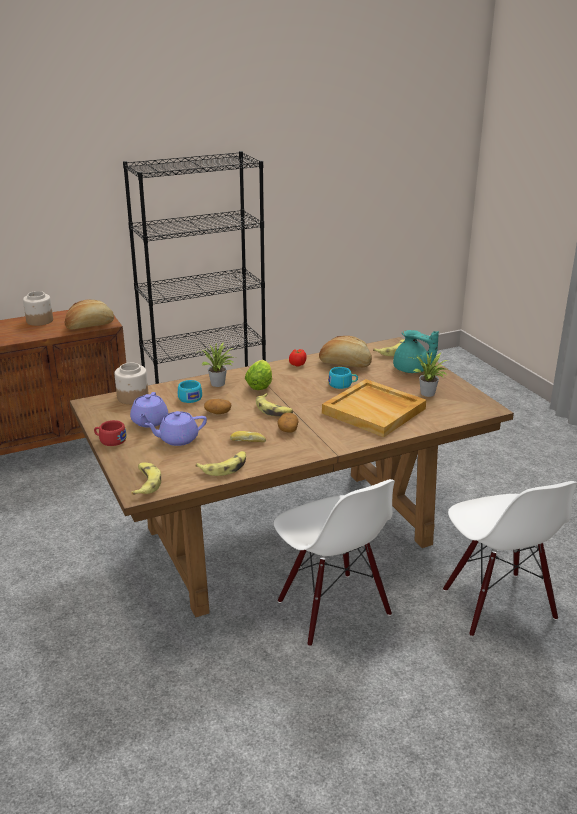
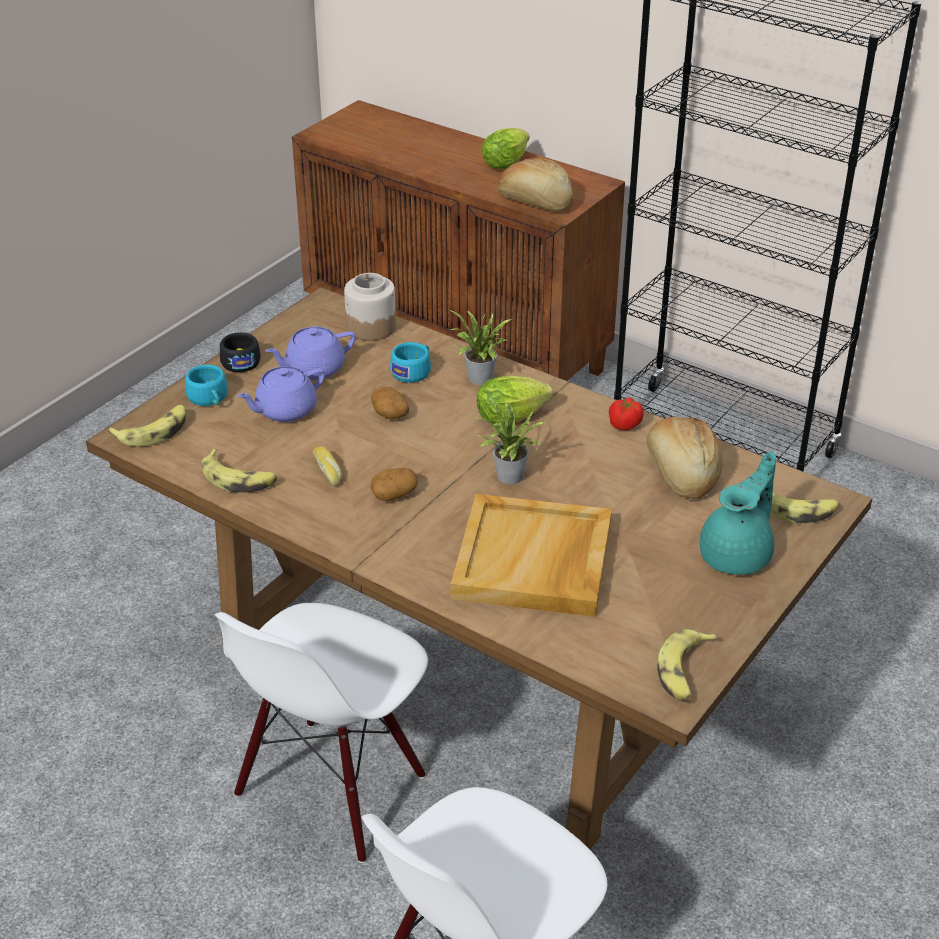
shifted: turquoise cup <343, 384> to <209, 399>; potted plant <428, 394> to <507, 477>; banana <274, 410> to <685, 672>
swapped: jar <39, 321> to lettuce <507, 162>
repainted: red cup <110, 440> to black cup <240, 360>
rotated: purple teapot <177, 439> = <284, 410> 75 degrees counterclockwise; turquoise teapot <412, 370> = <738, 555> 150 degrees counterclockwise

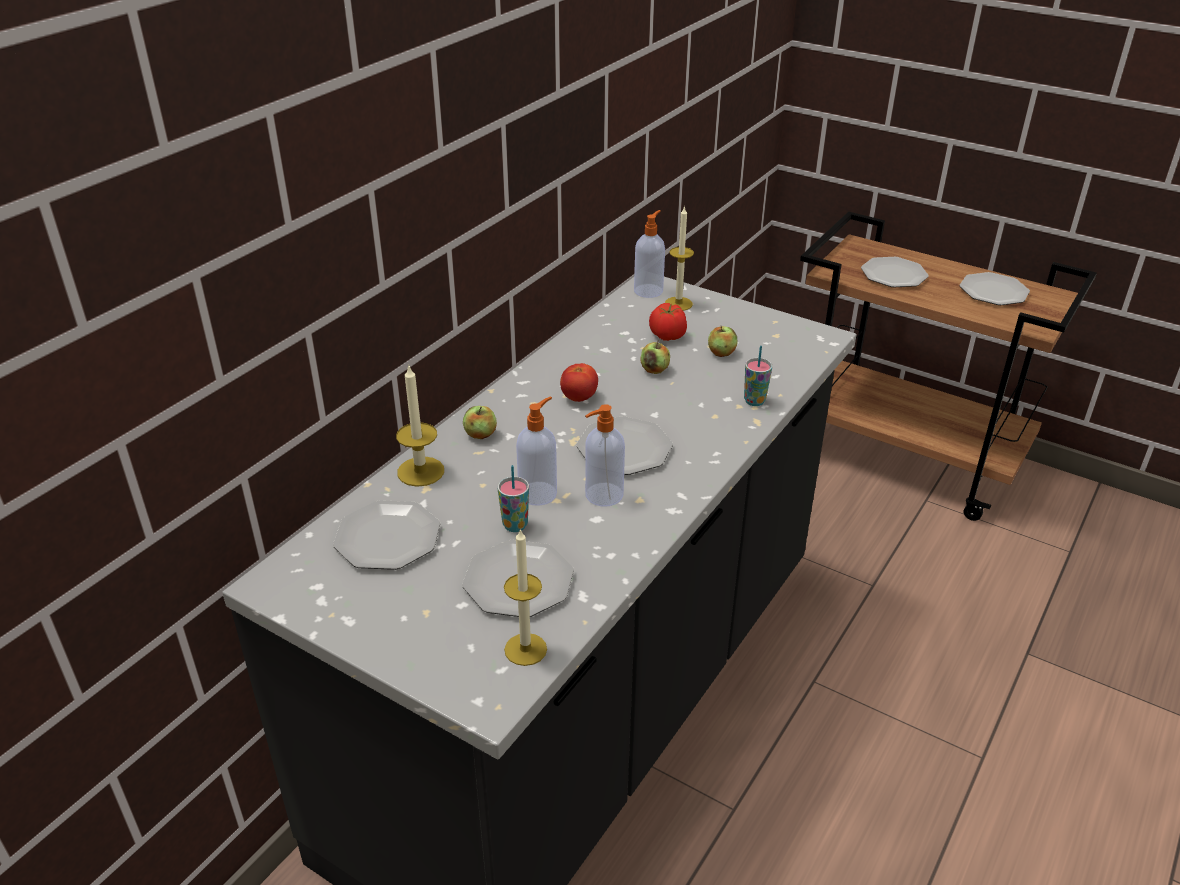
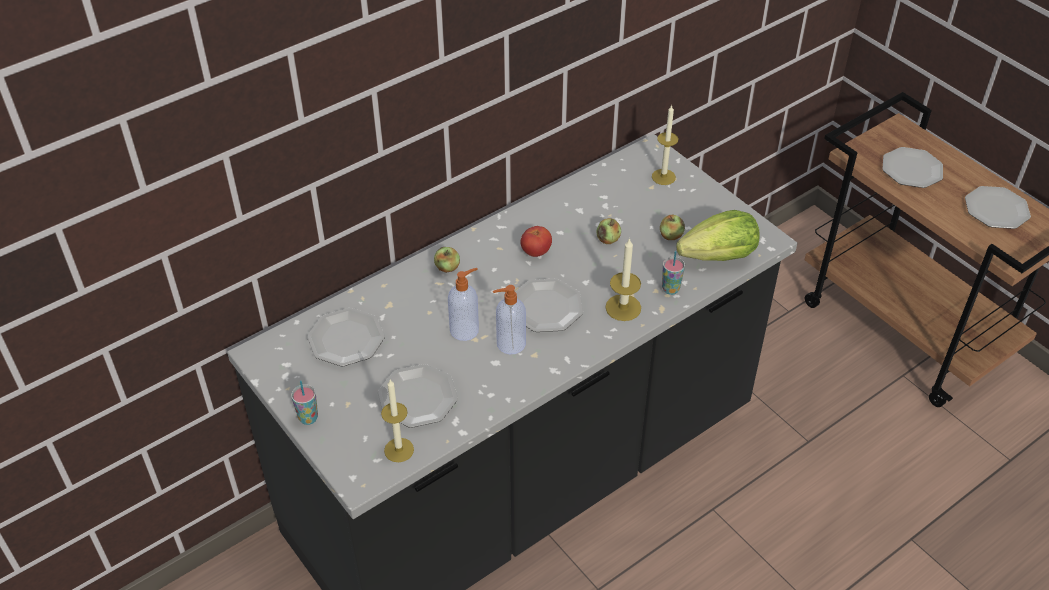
gone: soap dispenser <649, 290>; tomato <667, 336>
new: lettuce <719, 256>
shifted: cup <515, 525> to <308, 418>; candle <420, 471> to <623, 307>

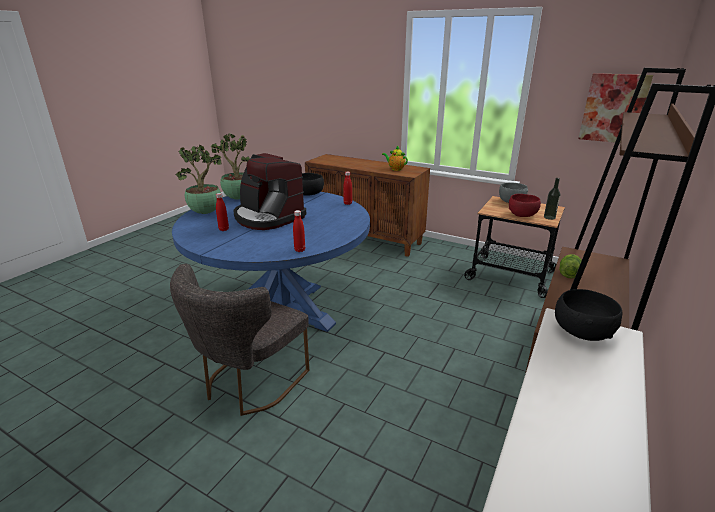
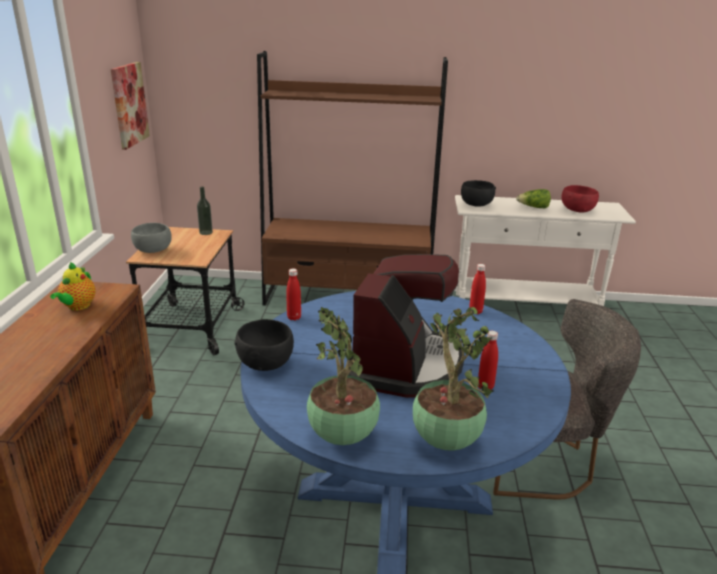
shifted: lettuce <568, 273> to <533, 207>; red bowl <522, 215> to <577, 210>

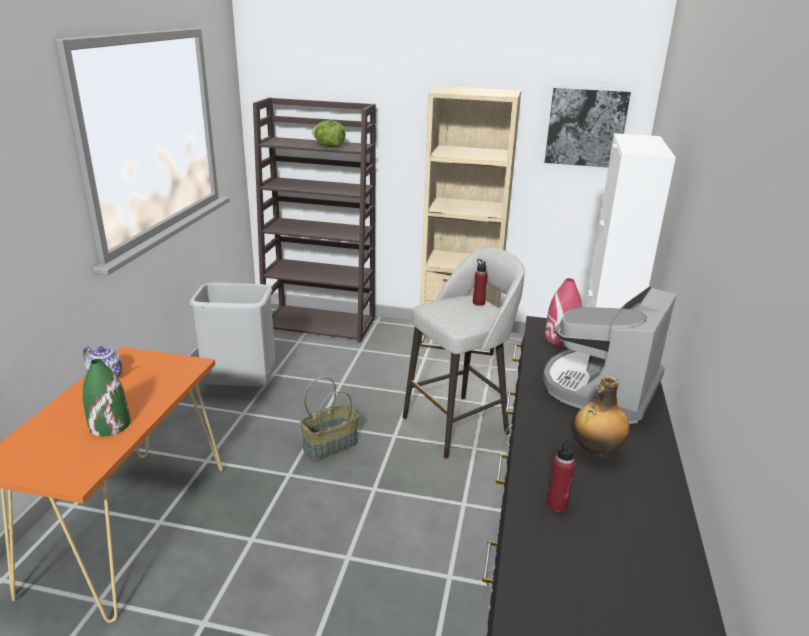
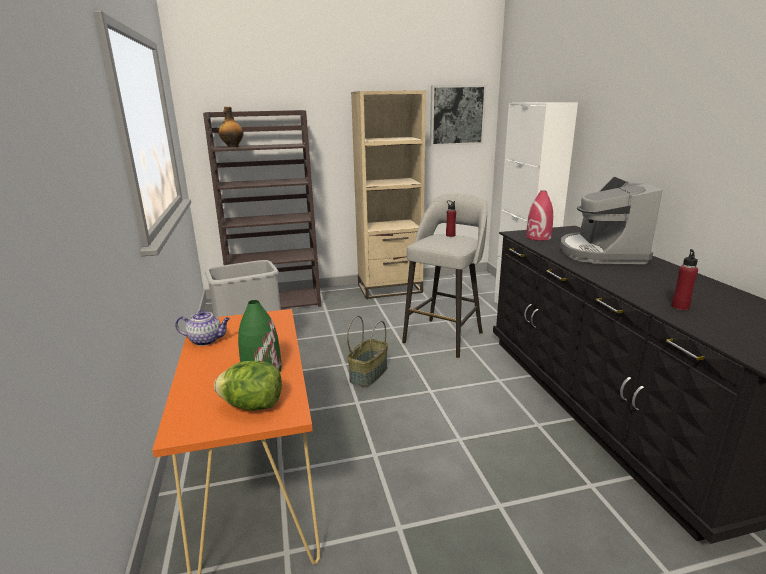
shifted: lettuce <329, 146> to <252, 406>; bottle <596, 450> to <232, 146>

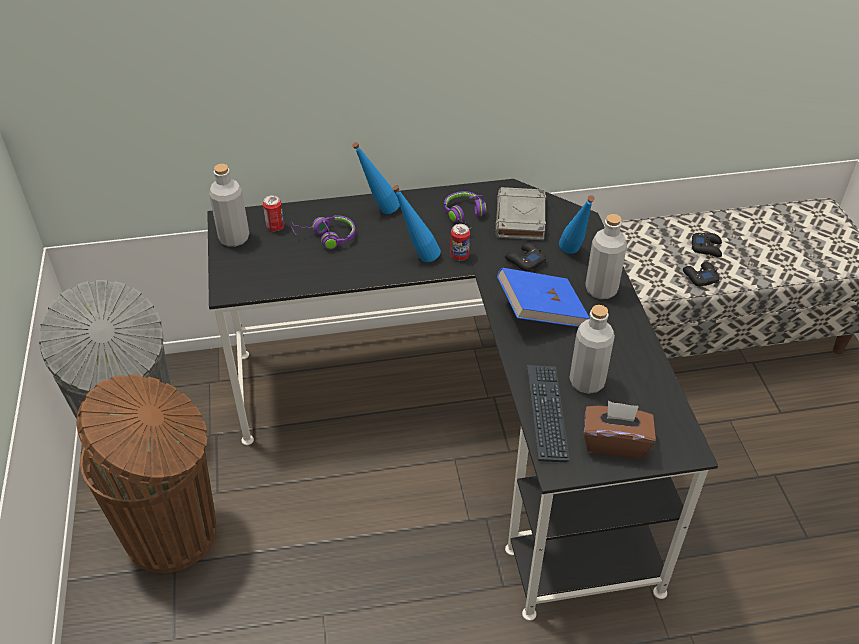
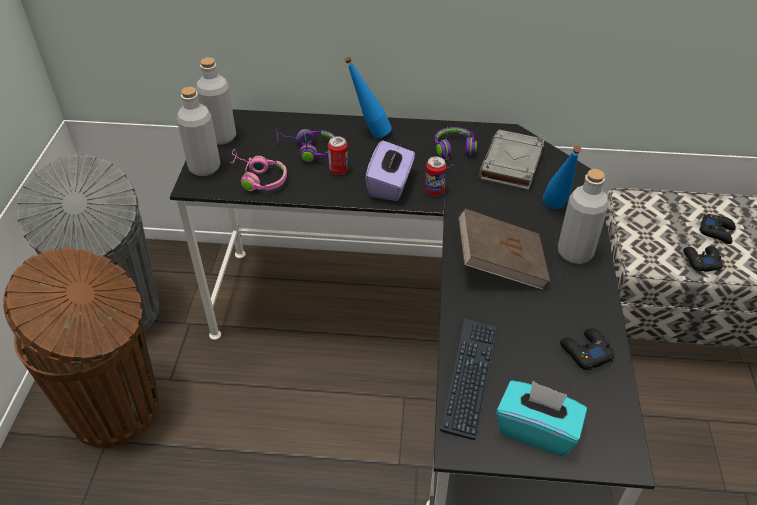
new: pink headphones <258, 178>
shifted: grey bottle <587, 382> to <204, 167>; can <275, 227> to <338, 170>; black game controller <525, 260> to <585, 352>
swapped: blue bottle <417, 257> to purple tissue box <390, 185>
repainted: blue book <540, 312> to brown book <500, 265>; brown tissue box <615, 442> to turquoise tissue box <537, 429>

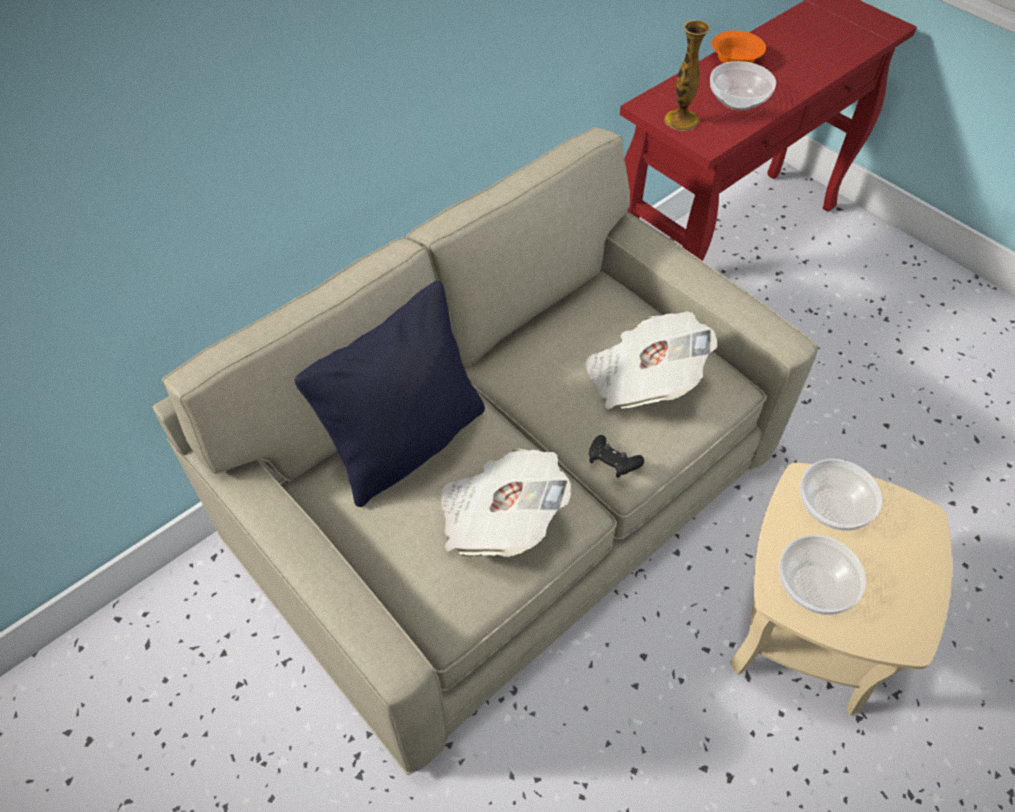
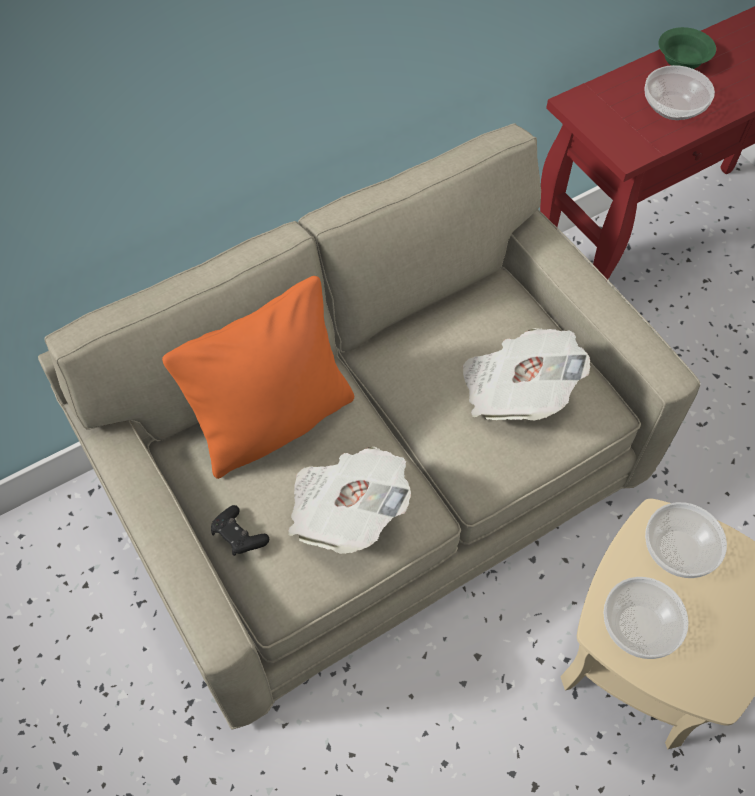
gone: vase <681, 120>
shifted: black game controller <612, 463> to <239, 536>
repainted: black pillow <408, 443> to orange pillow <274, 421>; orange bowl <734, 58> to green bowl <682, 58>

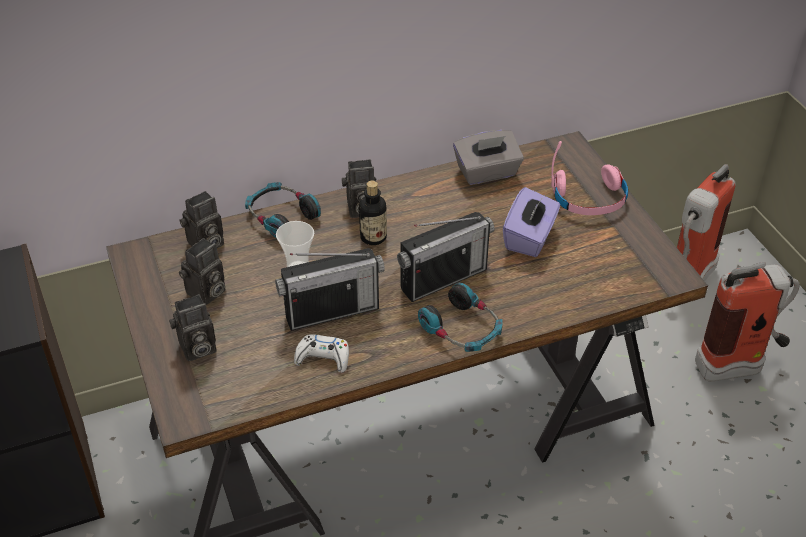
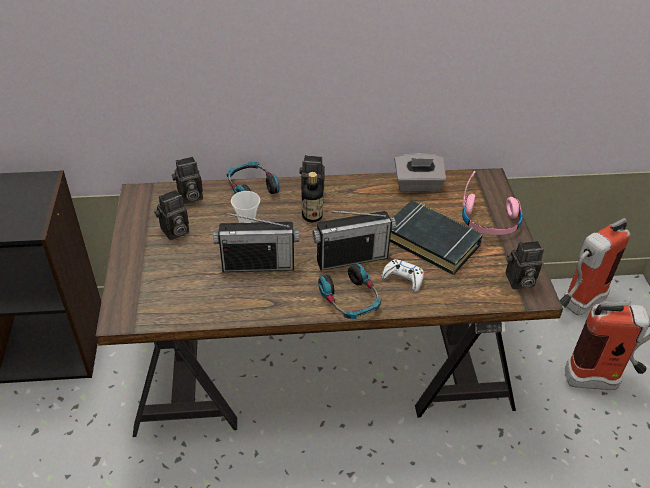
shifted: white game controller <323, 358> to <403, 278>; photo camera <196, 349> to <518, 281>
swapped: purple tissue box <530, 238> to black book <431, 241>

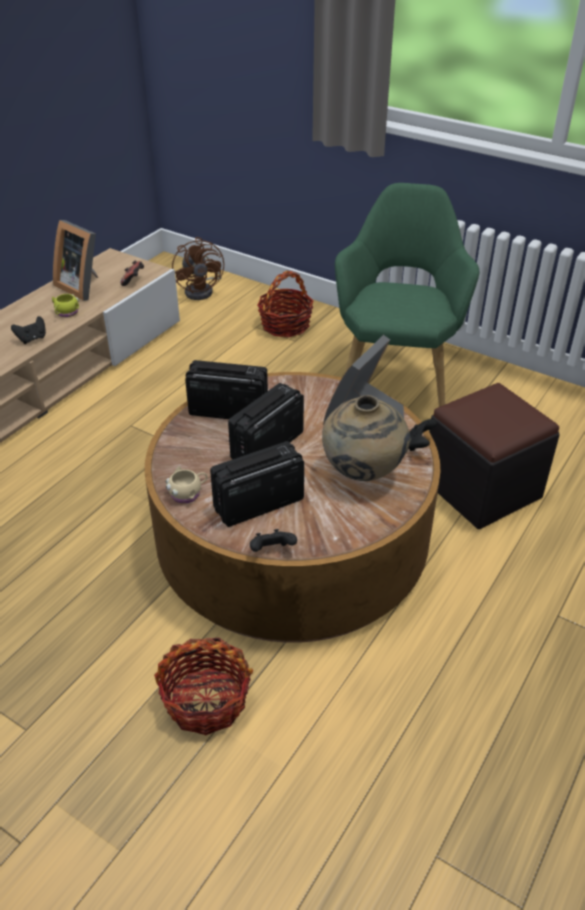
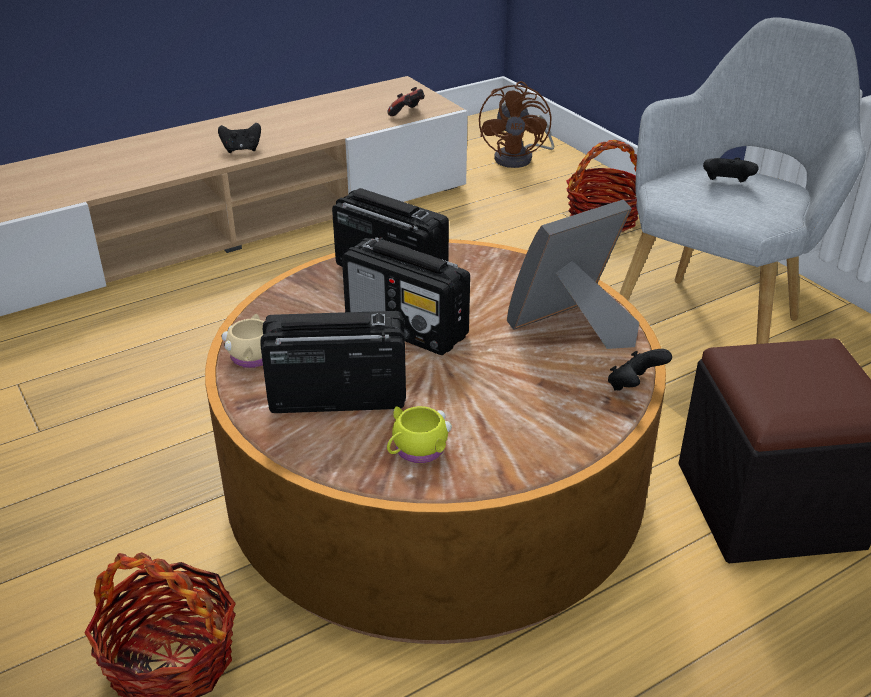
gone: picture frame <82, 286>; beige vase <363, 474>
shifted: yellow mug <66, 313> to <416, 451>; black game controller <272, 551> to <726, 184>
repainted: green armchair <394, 385> to grey armchair <714, 327>
rotated: radio <266, 446> = <407, 328> 120 degrees counterclockwise

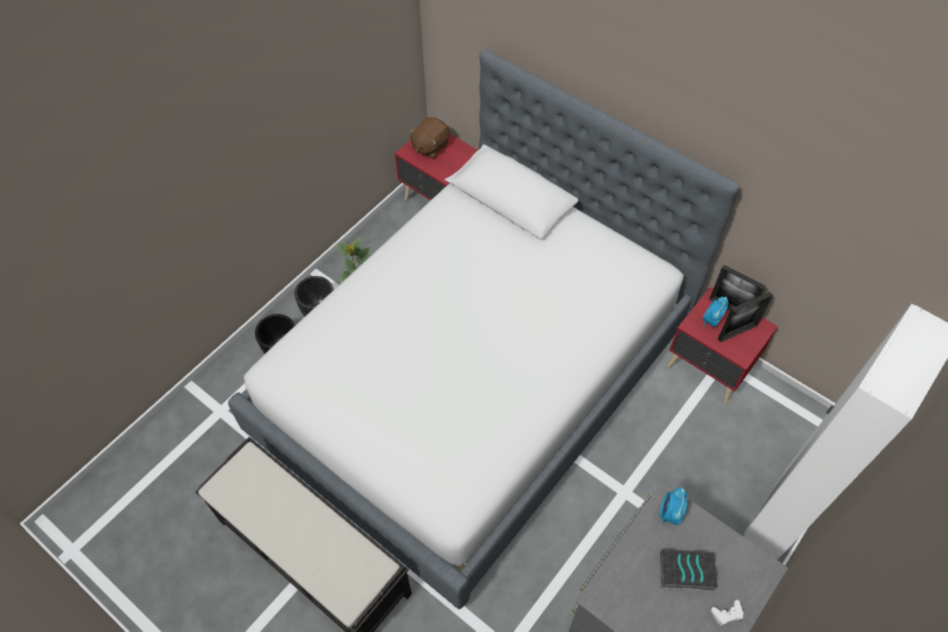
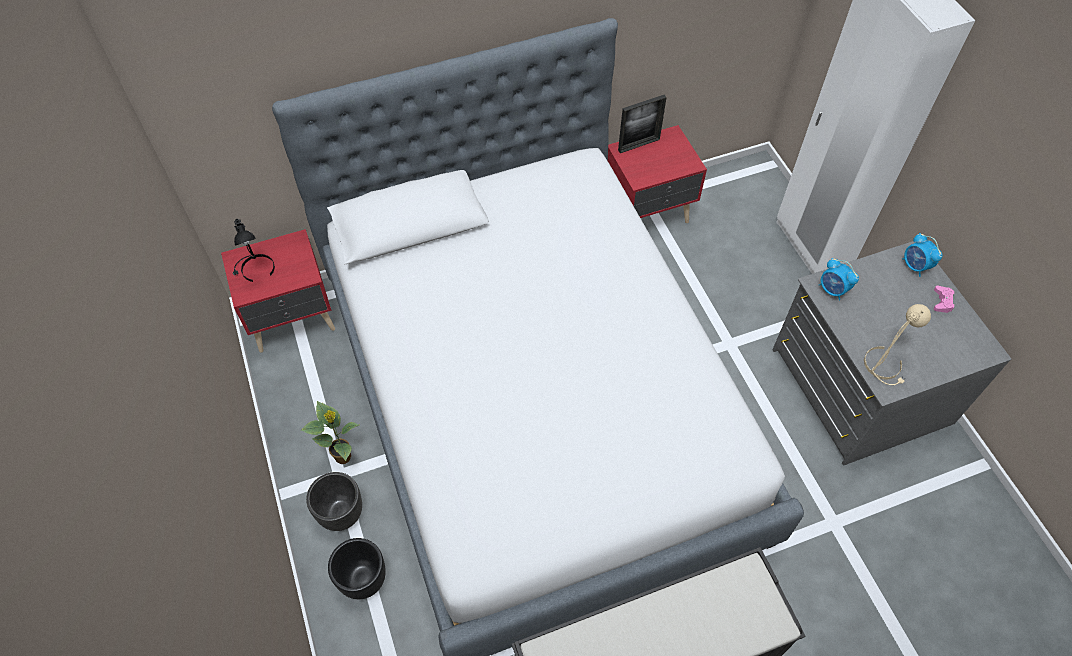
gone: book <686, 572>; picture frame <737, 332>
new: beige table lamp <884, 365>
shifted: alarm clock <711, 320> to <915, 266>
swapped: brown plush toy <430, 147> to black table lamp <255, 270>
repainted: white game controller <727, 614> to pink game controller <942, 301>

